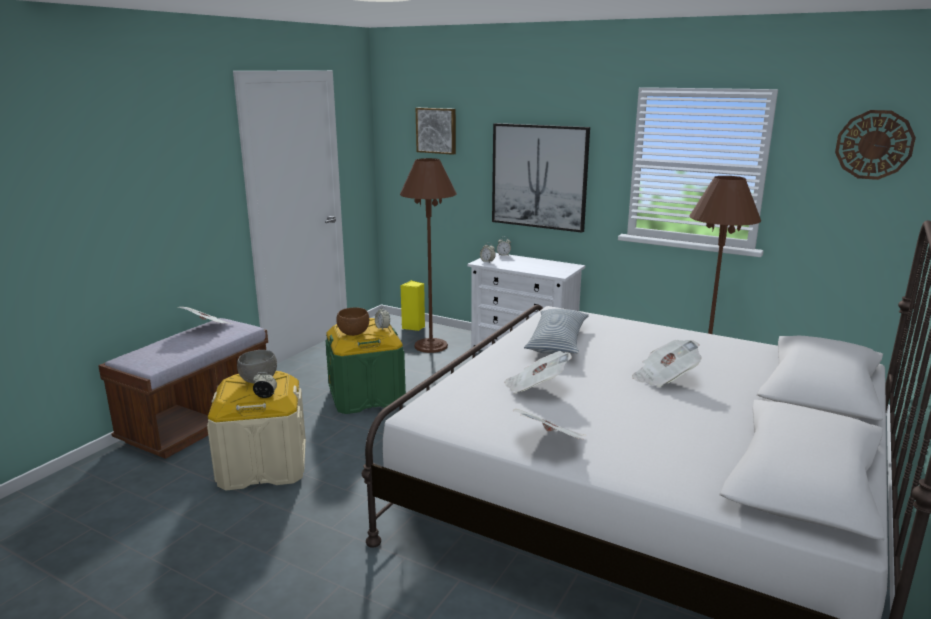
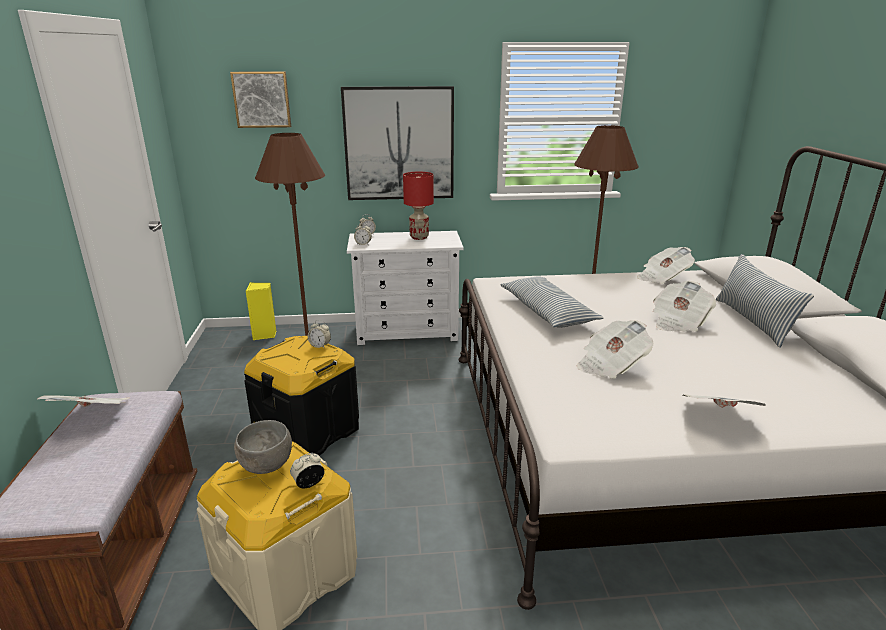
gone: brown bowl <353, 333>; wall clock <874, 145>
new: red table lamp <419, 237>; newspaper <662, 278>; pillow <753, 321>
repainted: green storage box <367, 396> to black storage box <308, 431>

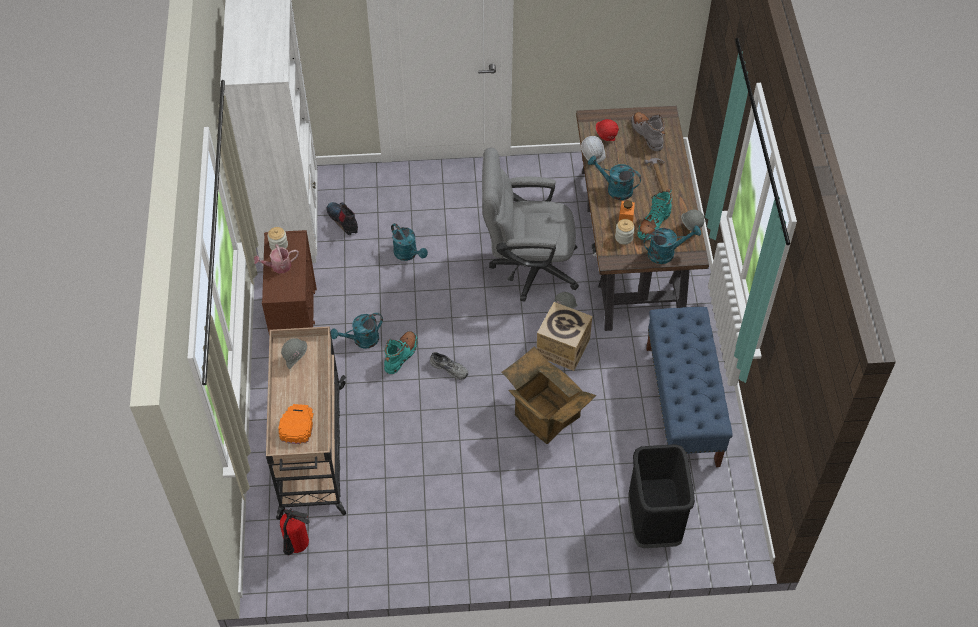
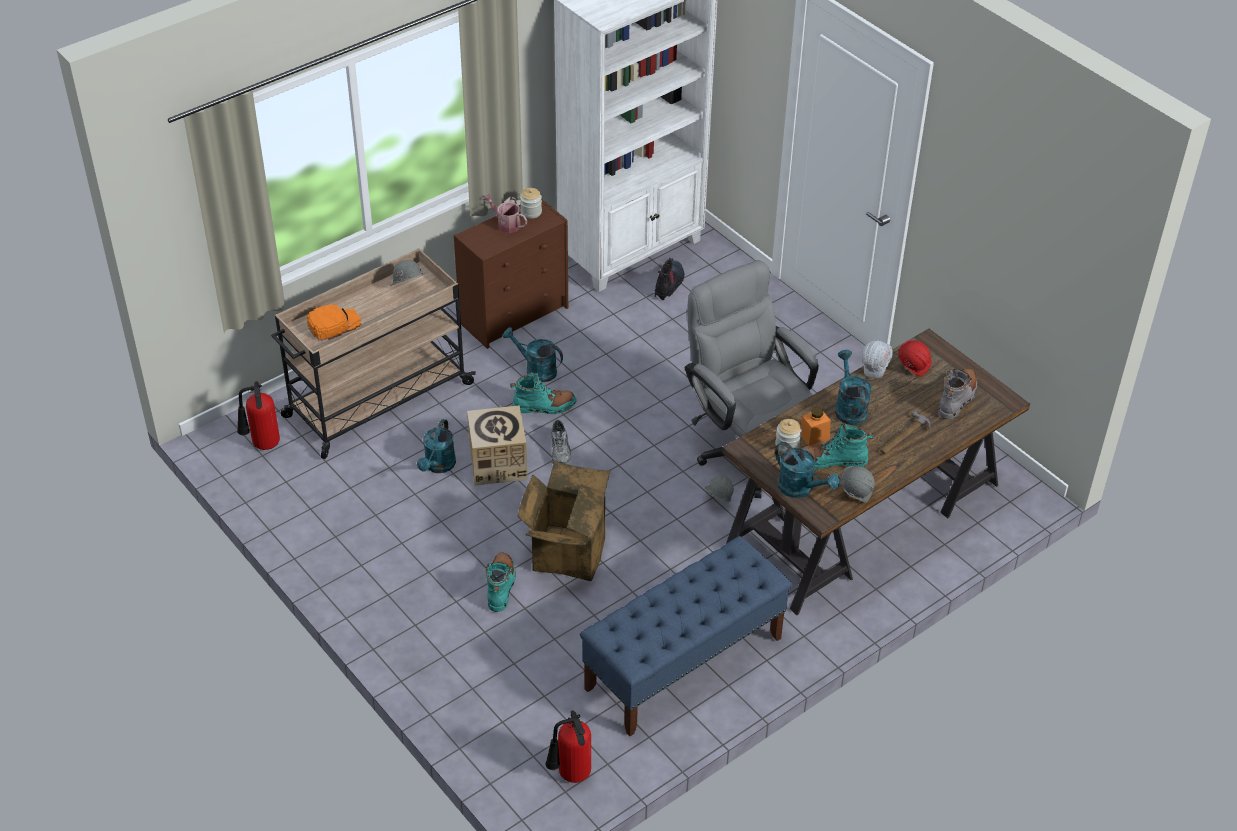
gone: black trash can <654, 524>
new: turquoise boot <501, 586>; fire extinguisher <570, 775>
shifted: turquoise watering can <408, 254> to <438, 466>; cardboard box <563, 348> to <498, 463>

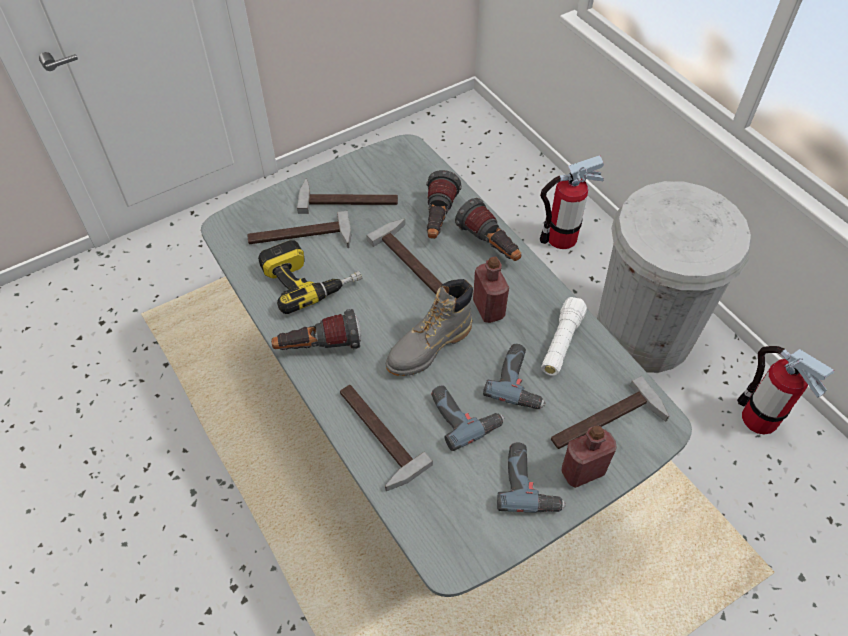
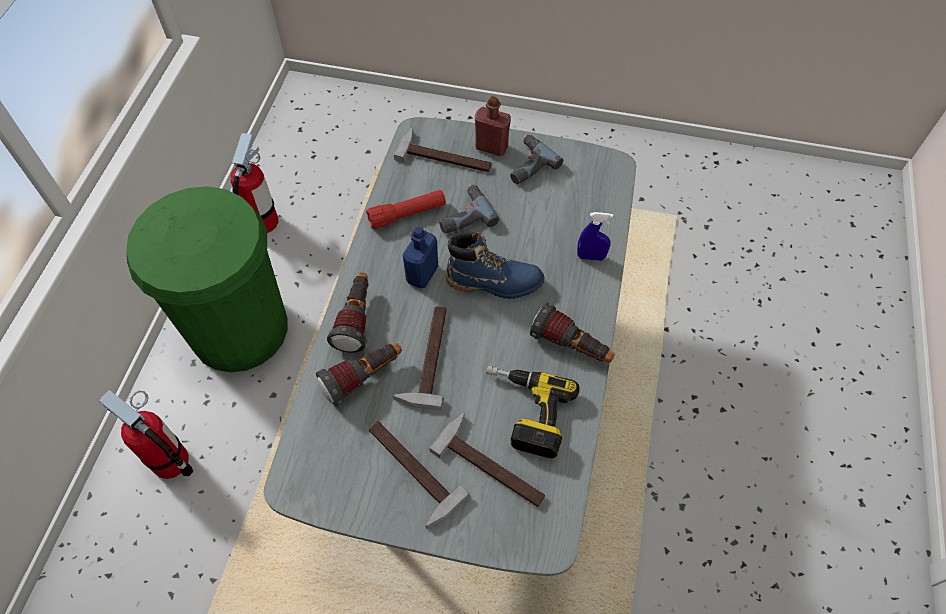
gone: power drill <463, 415>
swapped: hammer <374, 435> to blue spray bottle <591, 257>
repainted: white trash can <643, 332> to green trash can <239, 329>; white flashlight <561, 343> to red flashlight <407, 214>; red bottle <488, 309> to blue bottle <422, 274>; grey boot <429, 347> to blue boot <494, 282>

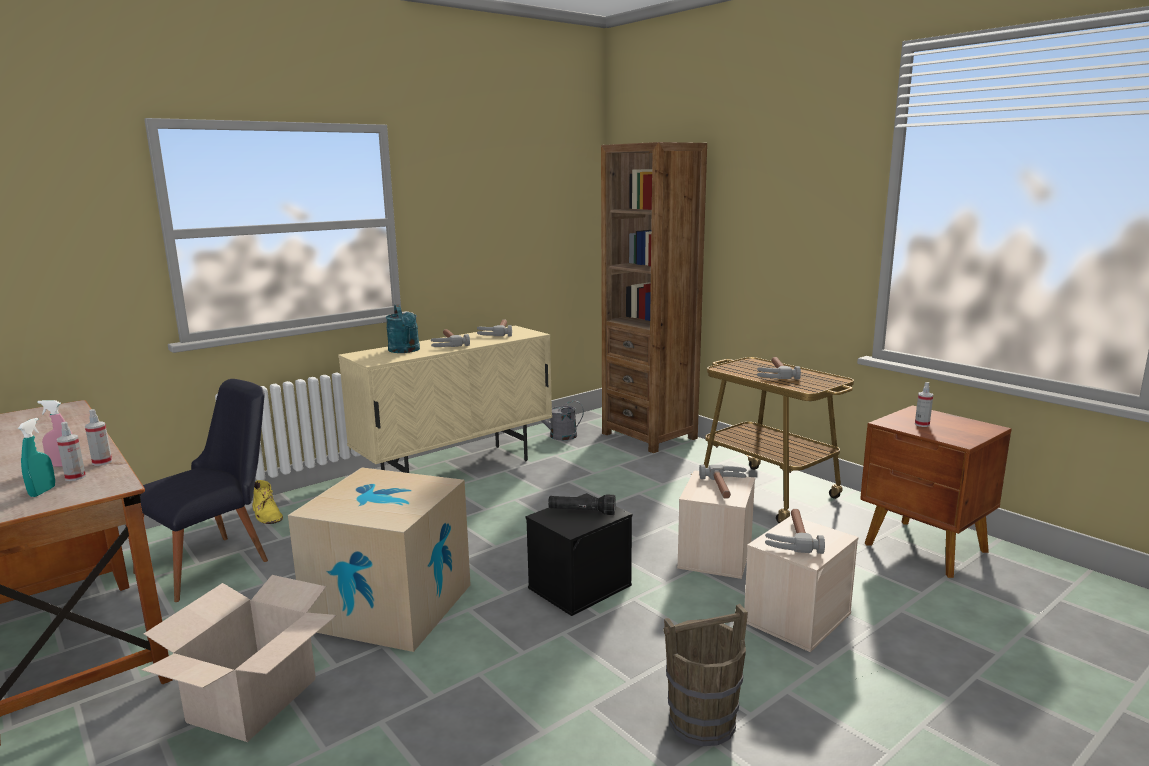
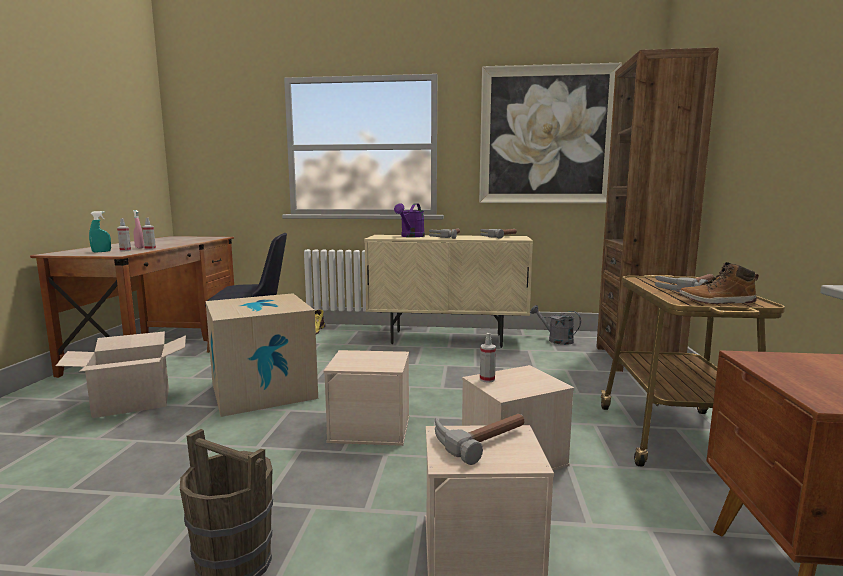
gone: black flashlight <581, 512>; hammer <727, 488>
new: picture <546, 136>; boot <717, 301>
shifted: spray bottle <922, 424> to <487, 379>
repainted: black storage box <580, 586> to beige storage box <371, 428>; turquoise watering can <405, 351> to purple watering can <411, 236>

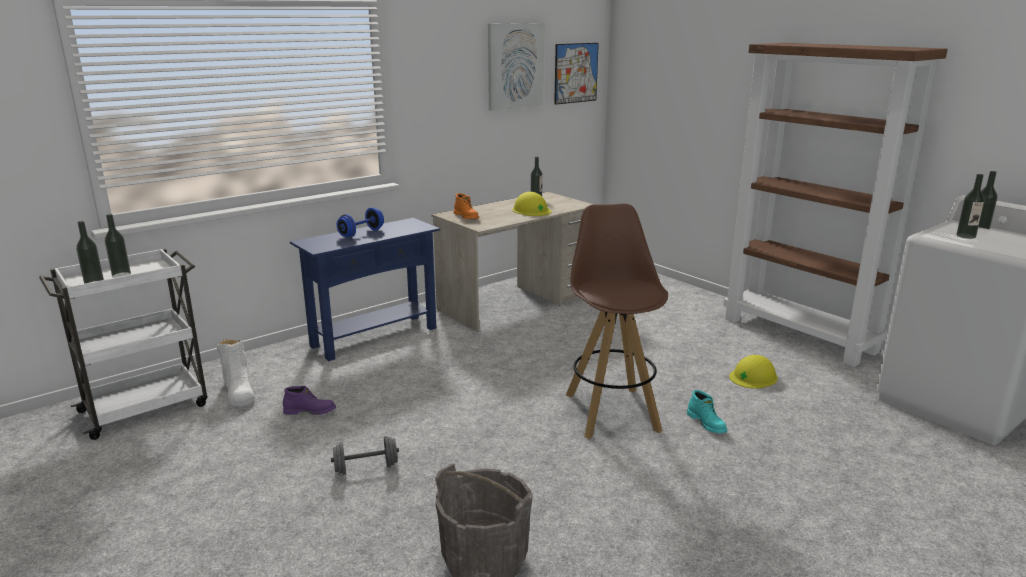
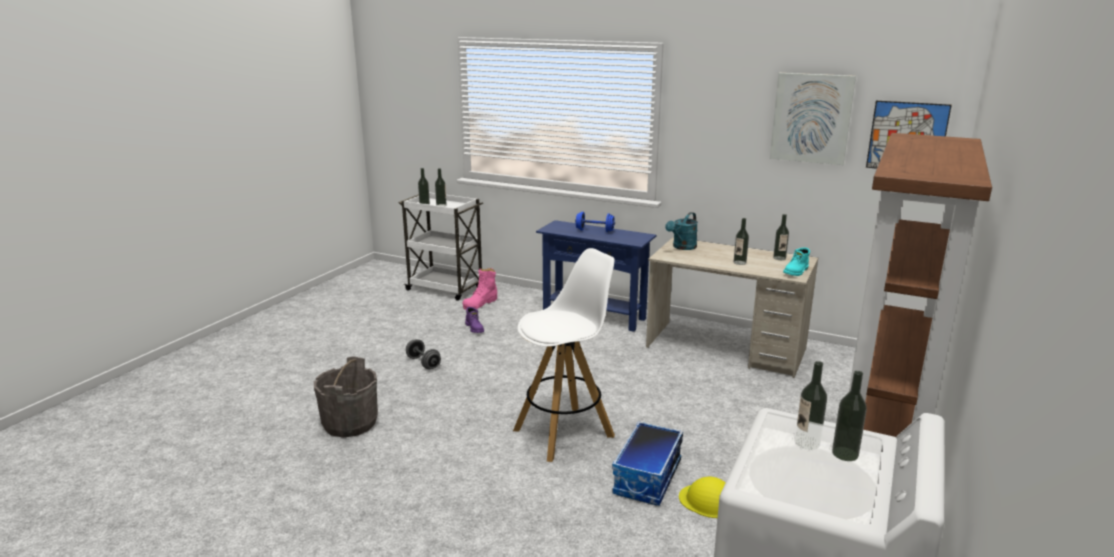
new: storage box <648, 478>
shifted: turquoise boot <707, 423> to <796, 272>
swapped: orange boot <467, 217> to turquoise watering can <682, 247>; yellow hard hat <531, 210> to bottle <739, 262>
repainted: white boot <239, 392> to pink boot <480, 303>; brown stool <611, 411> to white stool <565, 432>

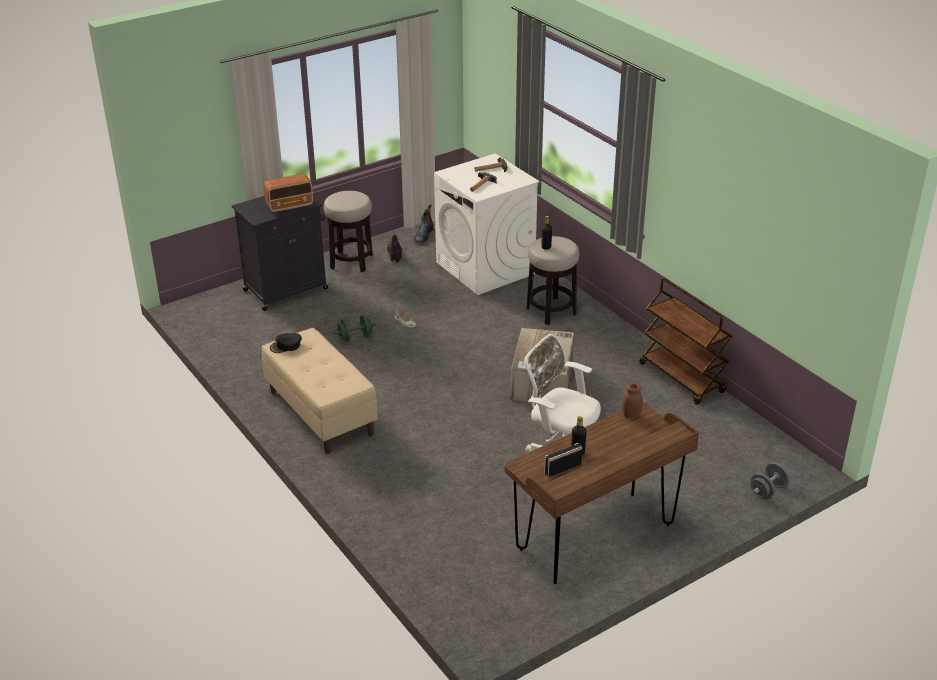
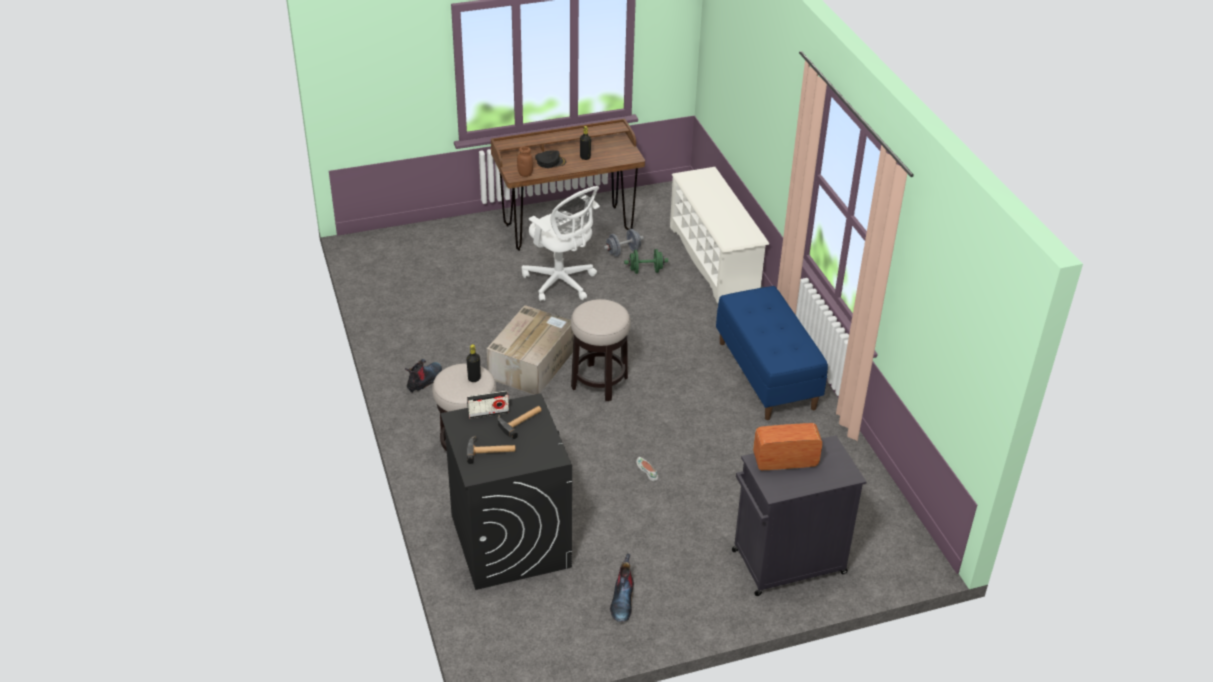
gone: brown cart <682, 378>
new: white shoe rack <714, 260>
shifted: boot <423, 235> to <424, 381>; radio <562, 468> to <488, 413>; black cap <286, 346> to <550, 162>; stool <351, 261> to <599, 382>; grey dumbbell <768, 491> to <623, 252>; green dumbbell <355, 338> to <645, 270>
repainted: white washing machine <485, 268> to black washing machine <510, 540>; beige bench <320, 413> to blue bench <767, 375>

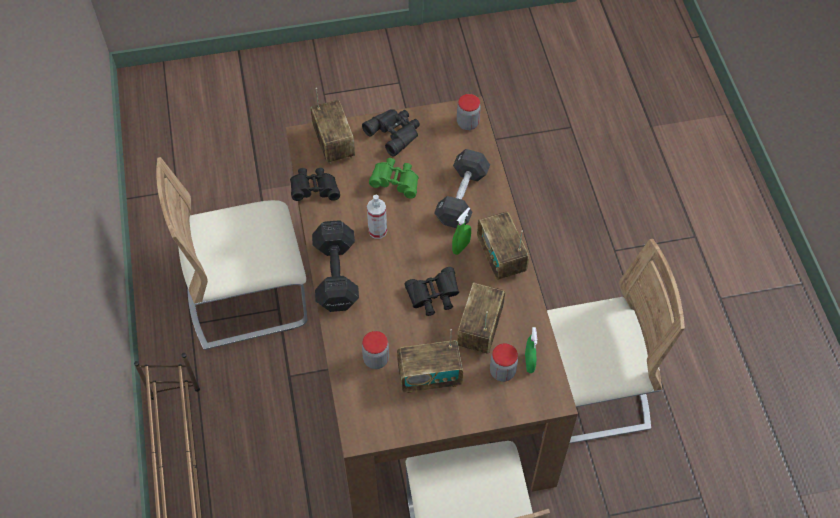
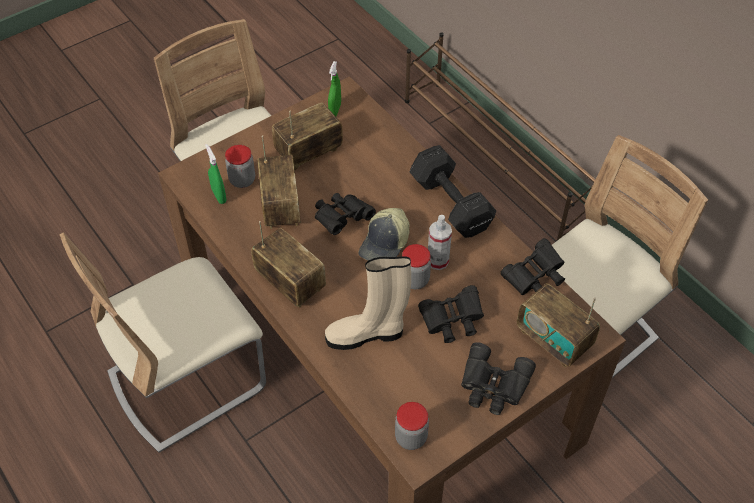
new: cap <385, 244>
shifted: green spray bottle <461, 247> to <335, 110>; jar <376, 359> to <415, 280>
swapped: black dumbbell <462, 197> to beige boot <367, 334>
repainted: green binoculars <396, 183> to black binoculars <452, 322>

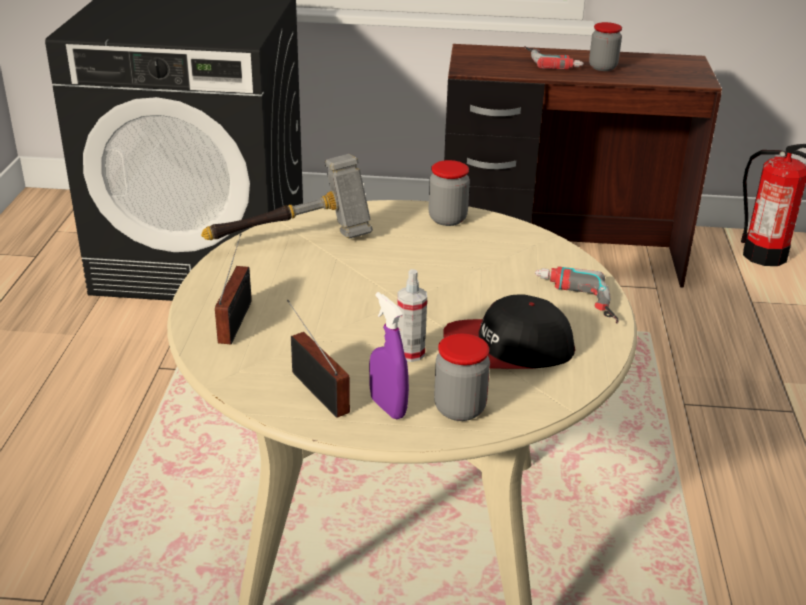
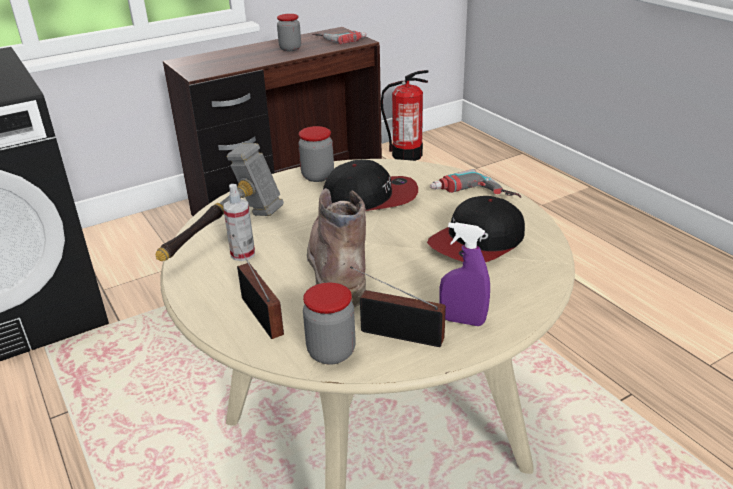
new: brown boot <337, 262>; cap <370, 197>
shifted: spray bottle <410, 353> to <243, 254>; jar <459, 409> to <331, 352>; power drill <552, 61> to <340, 38>

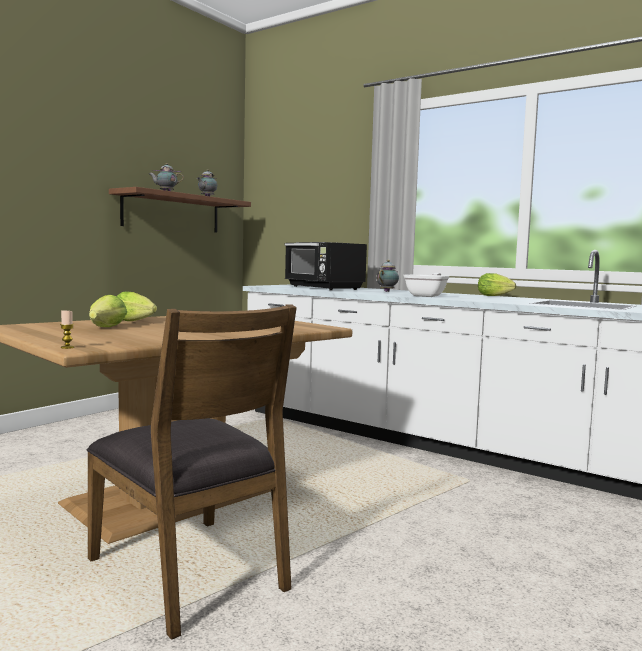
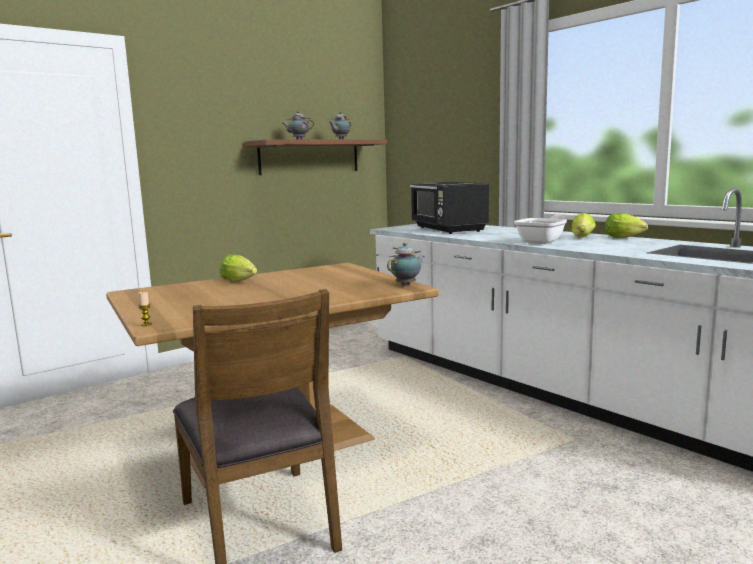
shifted: teapot <387, 291> to <407, 285>; lettuce <105, 328> to <582, 238>

